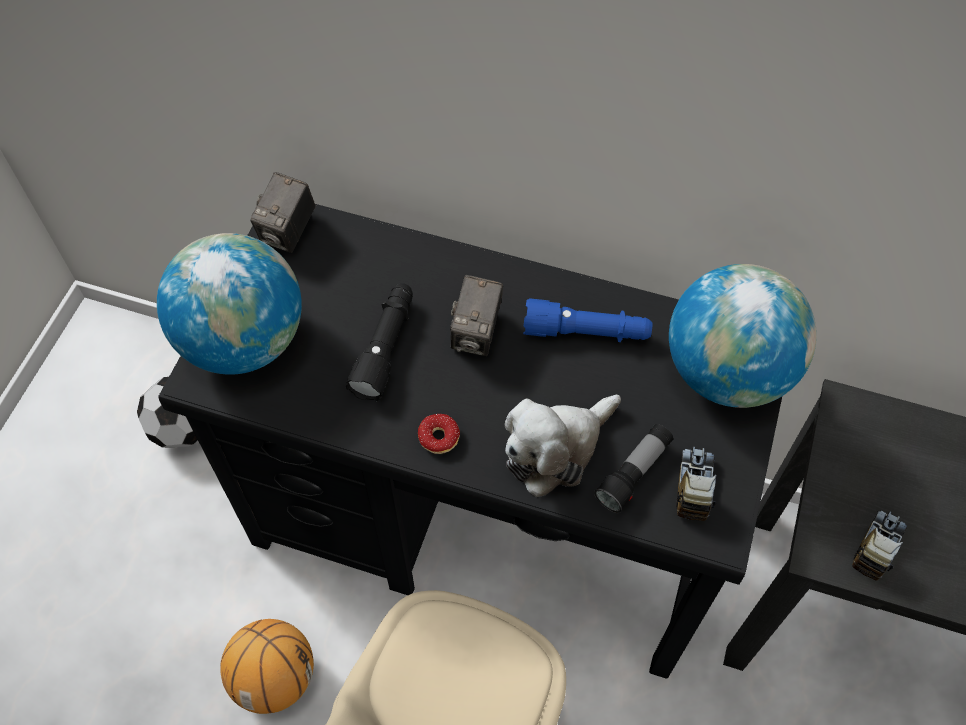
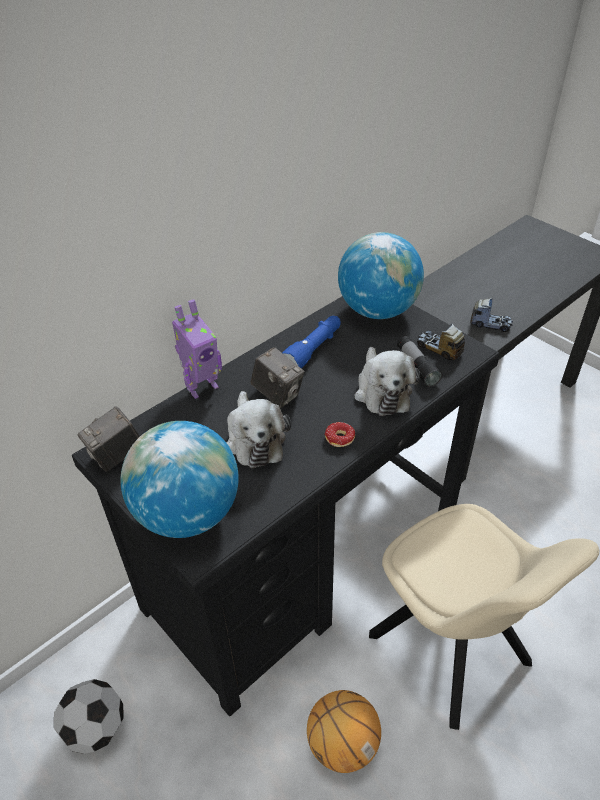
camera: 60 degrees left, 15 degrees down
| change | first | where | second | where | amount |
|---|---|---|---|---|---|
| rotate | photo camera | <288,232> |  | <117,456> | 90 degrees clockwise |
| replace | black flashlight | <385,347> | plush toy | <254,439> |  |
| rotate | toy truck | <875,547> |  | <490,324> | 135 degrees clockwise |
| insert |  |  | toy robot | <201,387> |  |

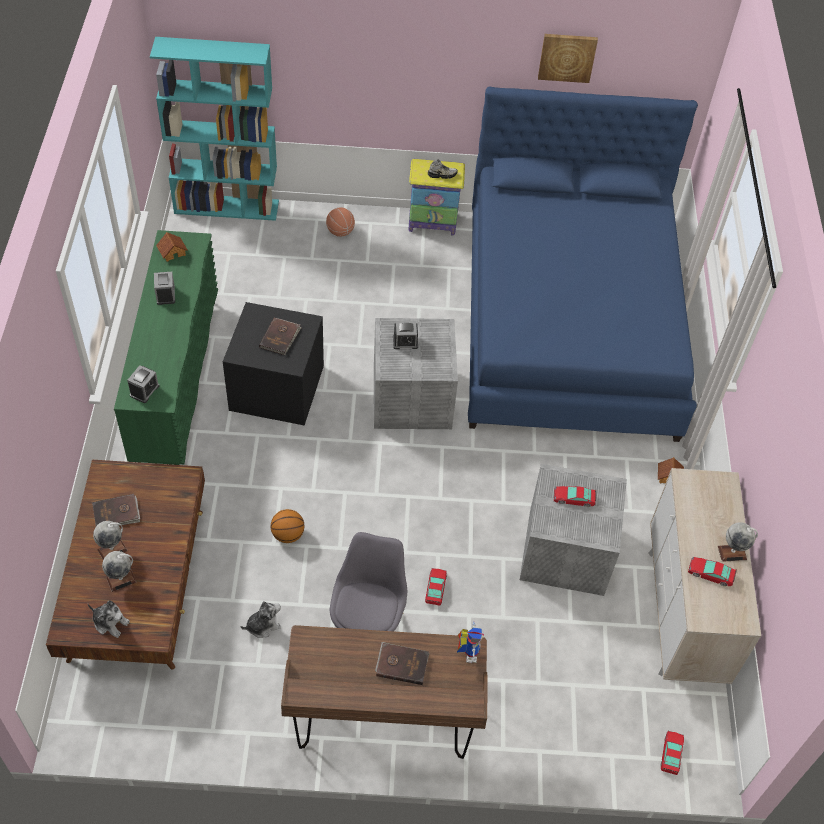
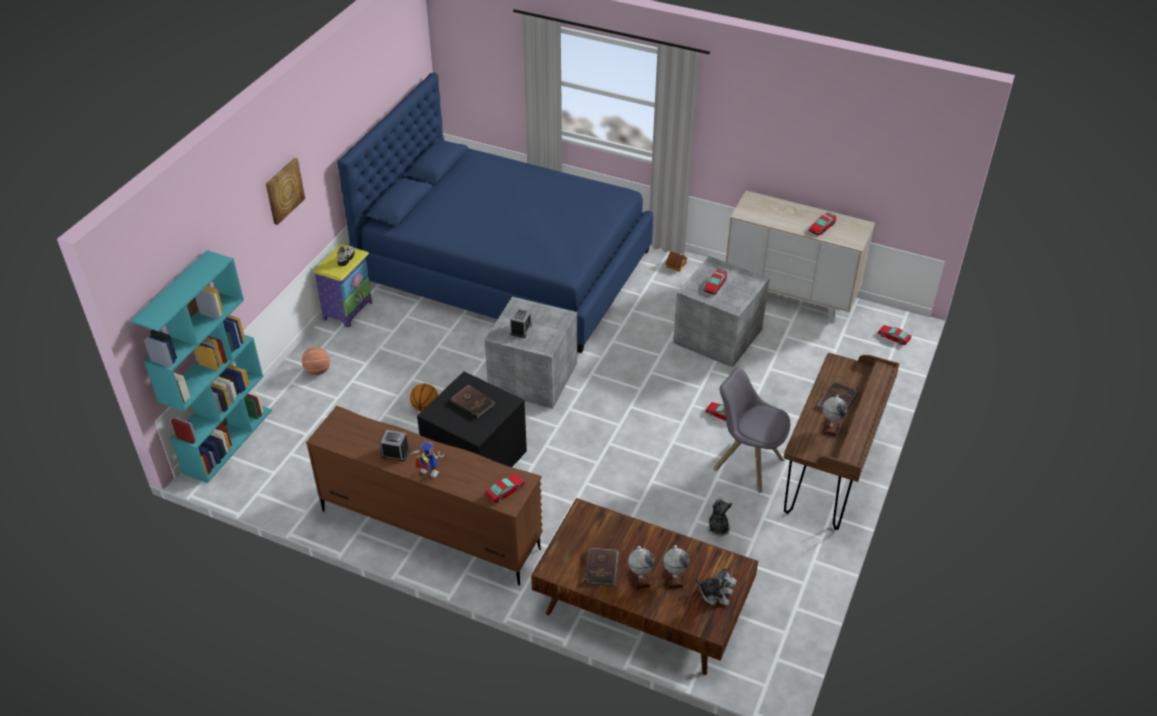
camera: 65 degrees left, 10 degrees down
| change | first | where | second | where | amount |
|---|---|---|---|---|---|
| move | picture | <567,57> |  | <284,190> |  |
| recolor | green dresser | <177,383> | brown dresser | <430,528> |  |
| delete | toy house | <172,252> |  |  |  |
| replace | alarm clock | <144,390> | toy car | <505,491> |  |
| move | basketball | <288,535> |  | <425,407> |  |
| move | globe | <732,552> |  | <831,427> |  |
| rotate | plush toy | <110,622> |  | <715,594> | 60 degrees clockwise |
| move | toy robot | <468,651> |  | <426,474> |  |

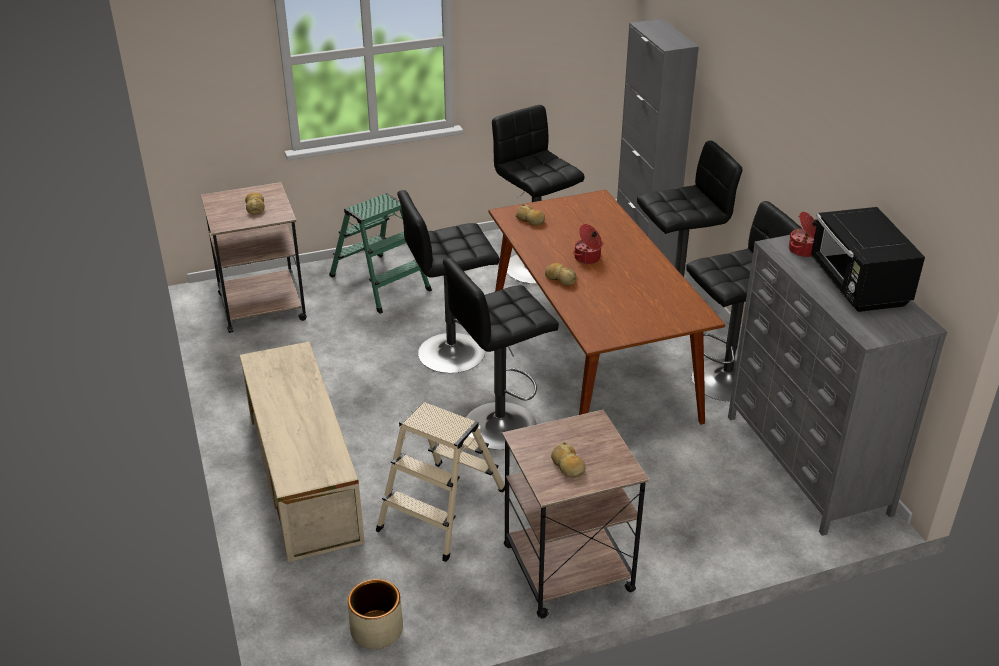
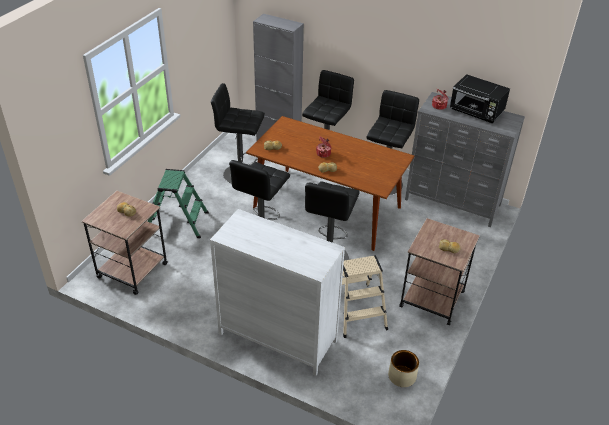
camera: 45 degrees left, 5 degrees up
| change | first | where | second | where | amount |
|---|---|---|---|---|---|
| replace | beige bench | <301,474> | white dresser | <277,337> |  |

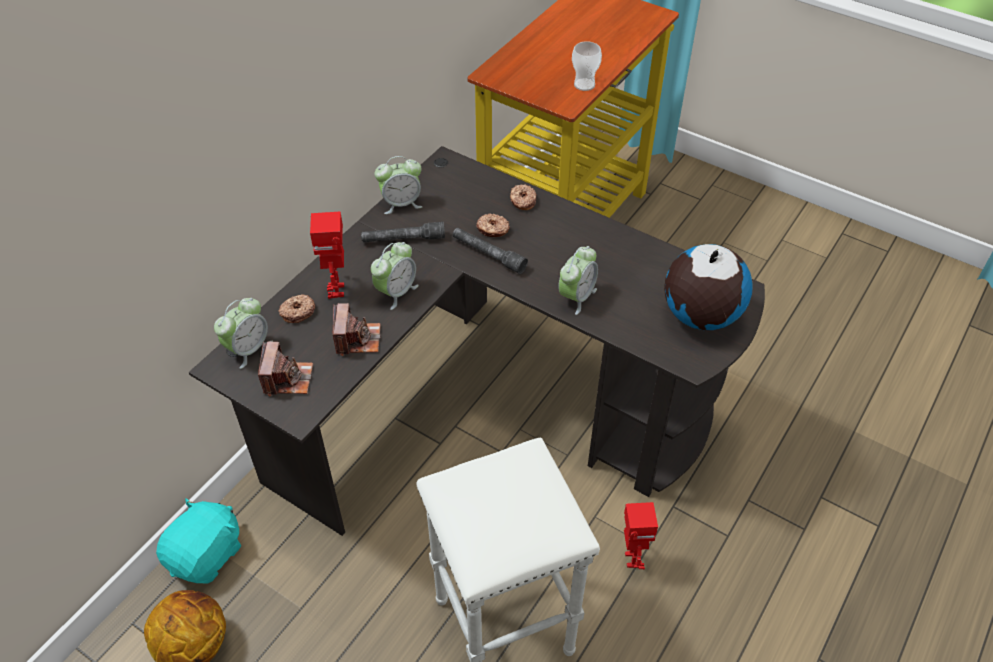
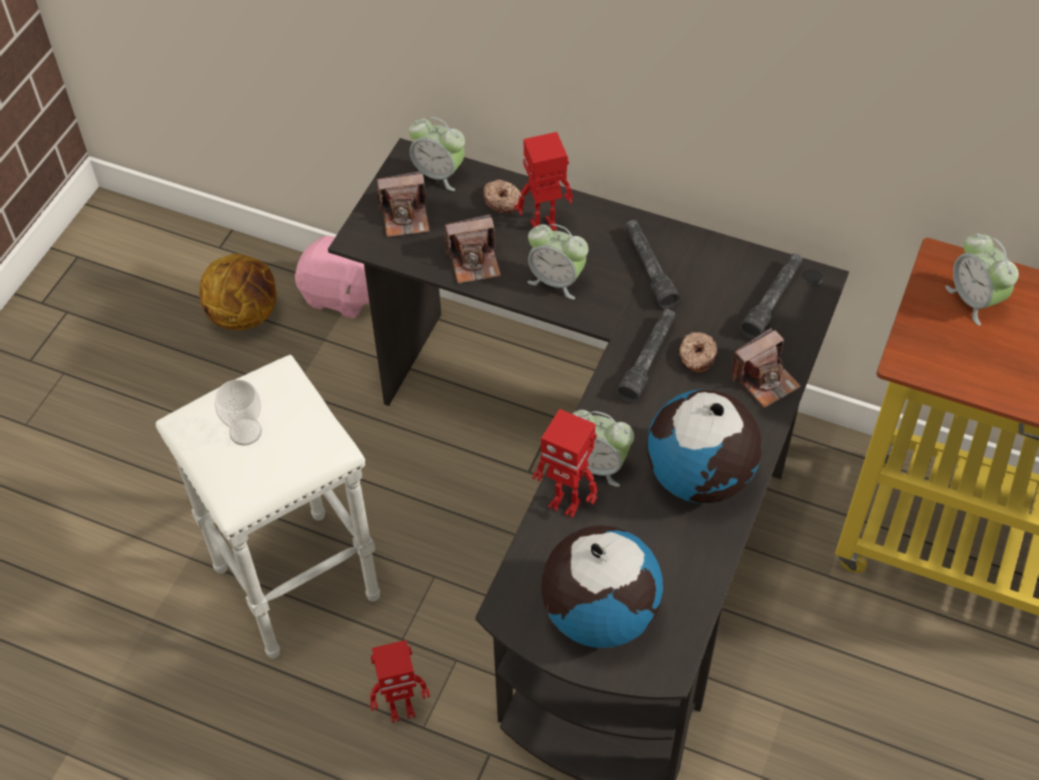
camera: 80 degrees right, 5 degrees up
| change | first | where | second | where | amount |
|---|---|---|---|---|---|
| move | cup | <584,85> |  | <245,432> |  |
| move | alarm clock | <401,203> |  | <974,300> |  |
| replace | donut | <522,201> | photo camera | <765,380> |  |
| recolor | turquoise plush toy | <207,555> | pink plush toy | <342,294> |  |
| insert |  |  | grey flashlight | <772,300> |  |
| insert |  |  | globe | <700,477> |  |
| insert |  |  | toy robot | <566,503> |  |

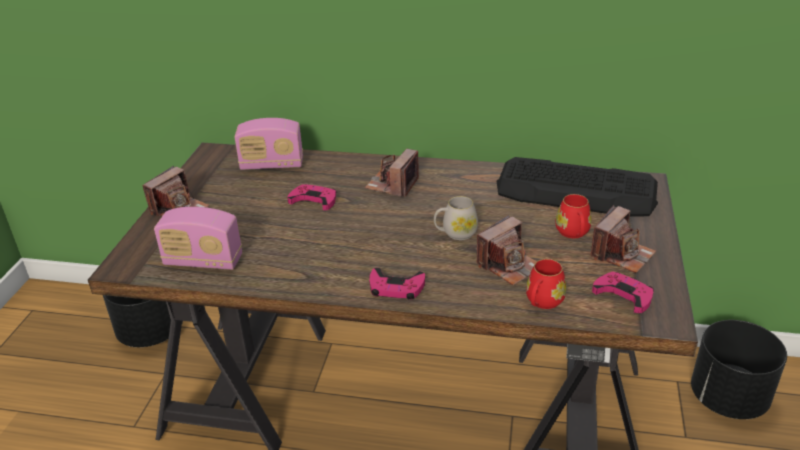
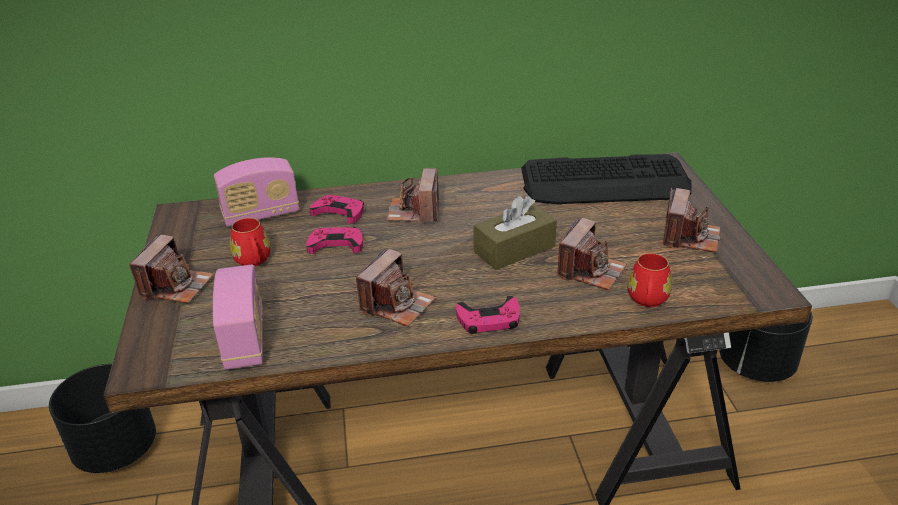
camera: 20 degrees left, 0 degrees up
| change | first | where | second | where | amount |
|---|---|---|---|---|---|
| move | red mug | <573,233> |  | <253,261> |  |
| replace | white mug | <455,233> | brown tissue box | <514,249> |  |
| rotate | radio | <203,261> |  | <245,340> | 90 degrees counterclockwise |
| move | pink game controller | <624,295> |  | <339,212> |  |
| insert |  |  | photo camera | <397,305> |  |

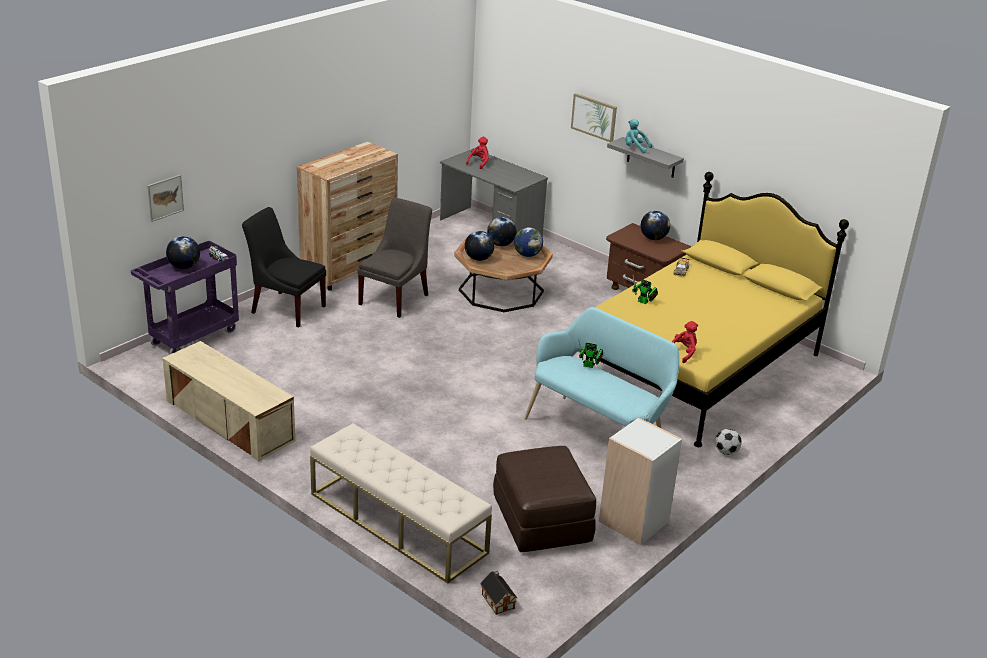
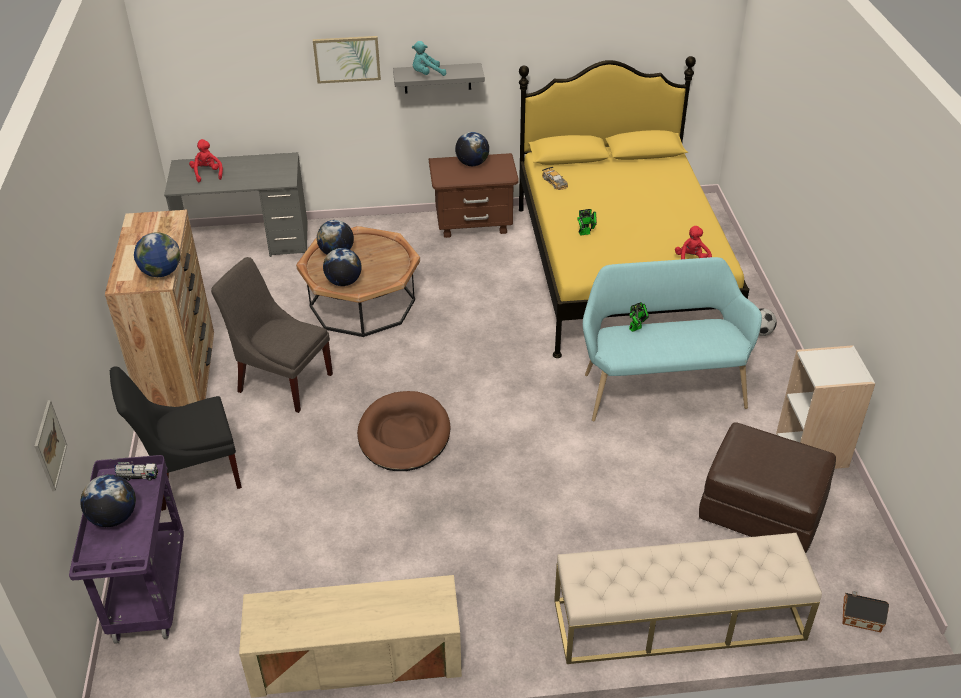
camera: 45 degrees left, 10 degrees up
| change | first | where | second | where | amount |
|---|---|---|---|---|---|
| rotate | grey chair | <396,298> |  | <282,380> | 45 degrees counterclockwise |
| move | globe | <527,255> |  | <161,273> |  |
| insert |  |  | brown dog bed | <404,435> |  |

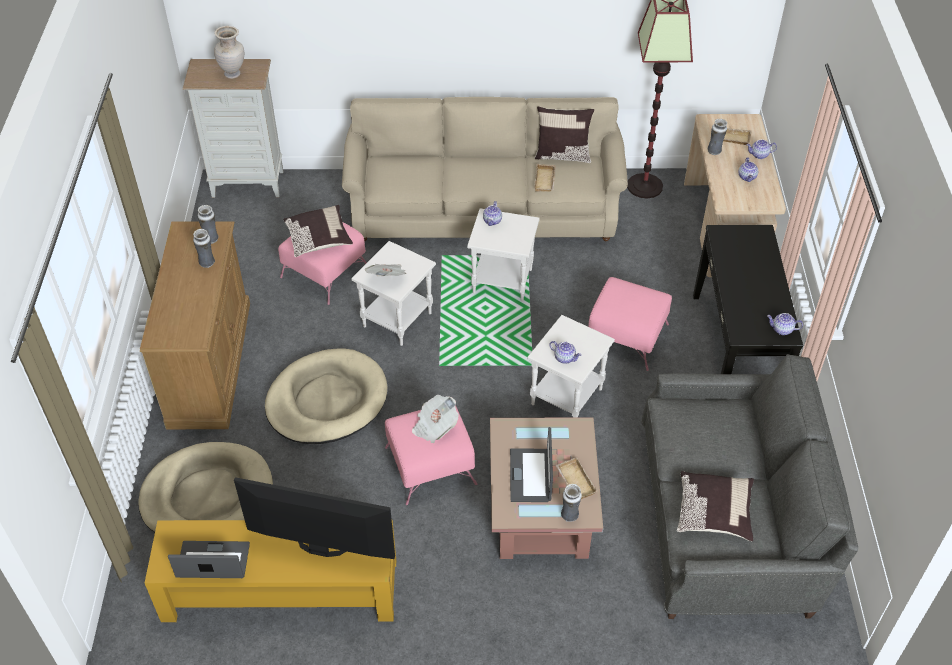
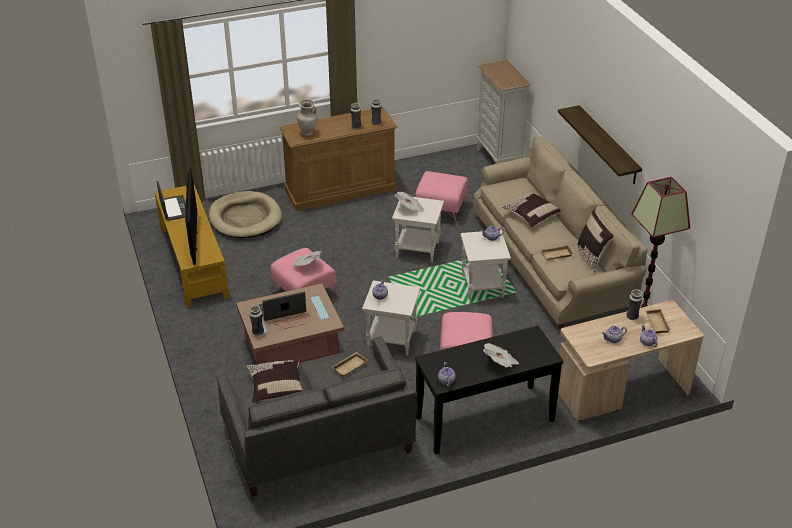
camera: 70 degrees right, 10 degrees down
| change | first | where | second | where | amount |
|---|---|---|---|---|---|
| move | beige vase | <233,74> |  | <307,133> |  |
| move | pillow | <318,239> |  | <531,215> |  |
| delete | beige dog bed | <327,400> |  |  |  |
| move | beige tray | <574,481> |  | <349,366> |  |
| insert |  |  | shelf | <608,145> |  |
| insert |  |  | newspaper | <500,363> |  |

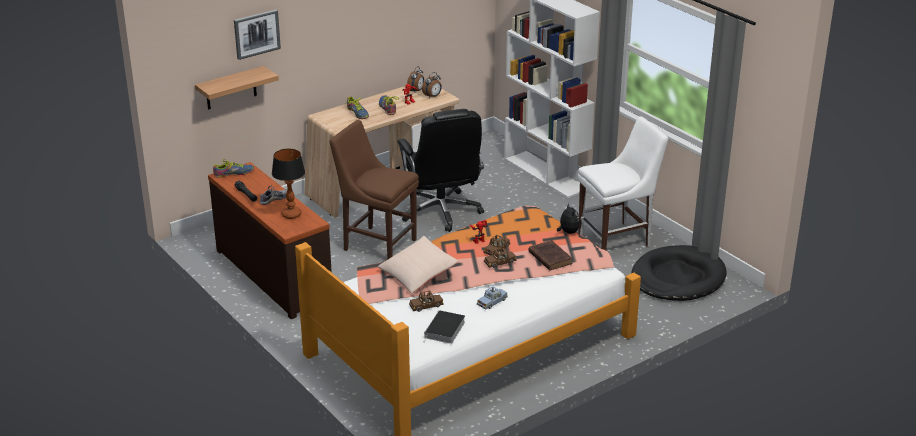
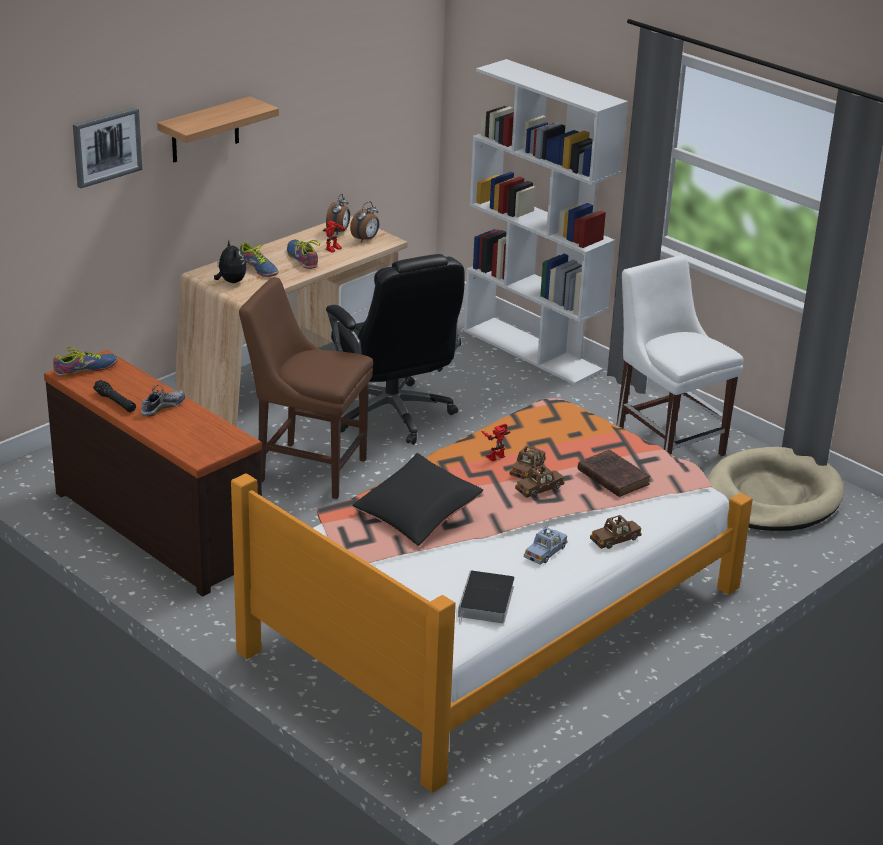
camera: 10 degrees left, 0 degrees up
| change | first | where | second | where | amount |
|---|---|---|---|---|---|
| move | shelf | <231,88> |  | <205,130> |  |
| rotate | white chair | <617,239> |  | <666,443> | 90 degrees counterclockwise |
| delete | table lamp | <291,214> |  |  |  |
| move | plush toy | <568,232> |  | <230,281> |  |
| recolor | beige pillow | <418,274> | black pillow | <417,514> |  |
| recolor | black dog bed | <677,278> | beige dog bed | <771,496> |  |
| move | brown toy car | <426,306> |  | <615,539> |  |

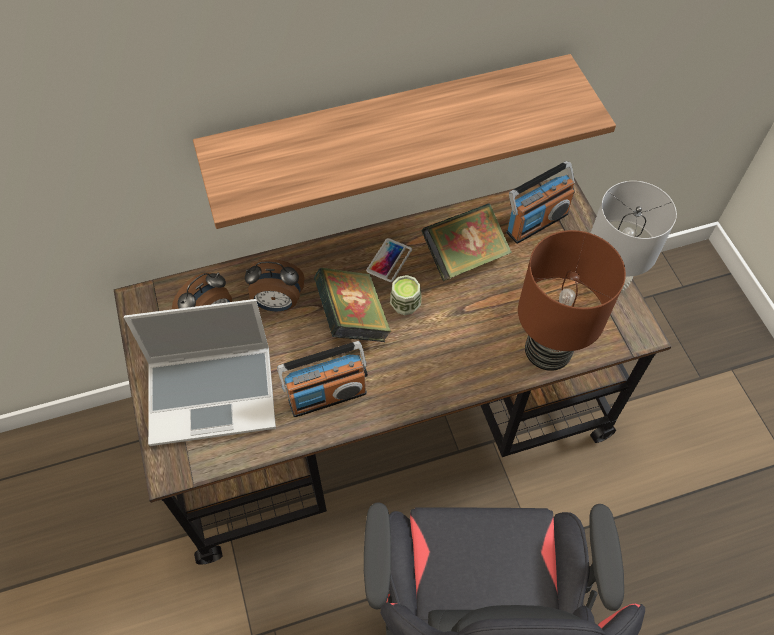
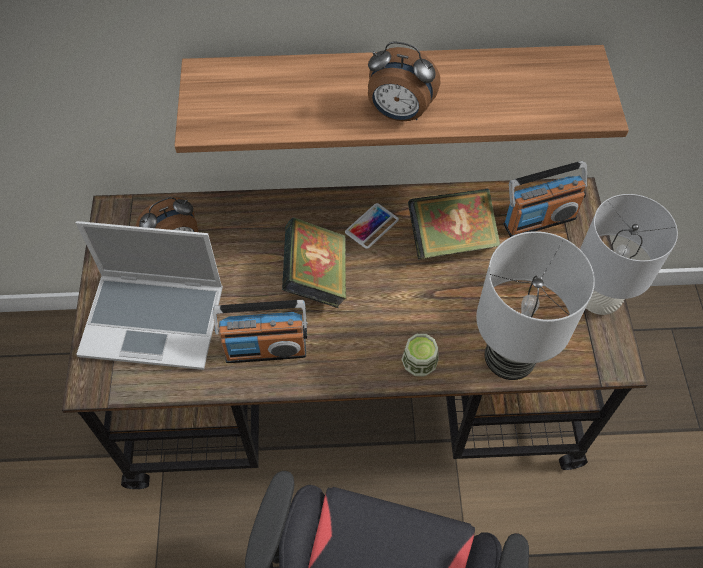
camera: 15 degrees right, 0 degrees up
| change | first | where | second | where | amount |
|---|---|---|---|---|---|
| recolor | brown table lamp | <547,350> | grey table lamp | <509,357> |  |
| move | alarm clock | <278,303> |  | <399,114> |  |
| move | cup | <405,304> |  | <419,364> |  |

